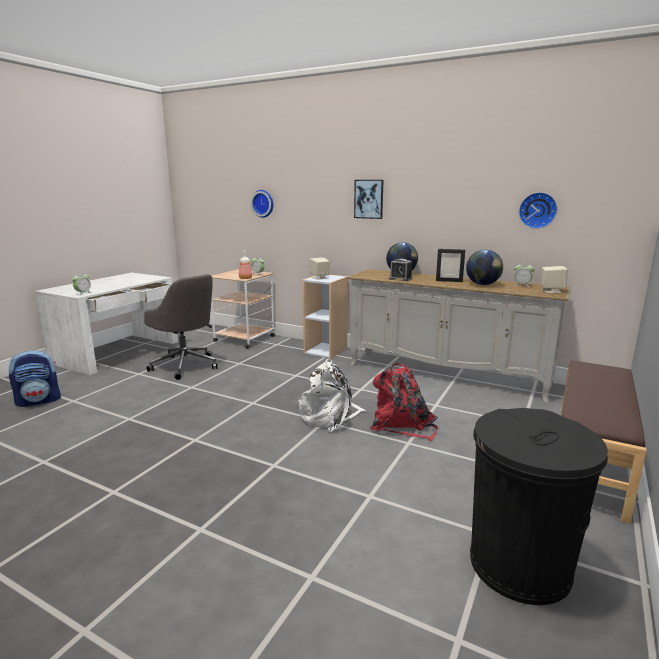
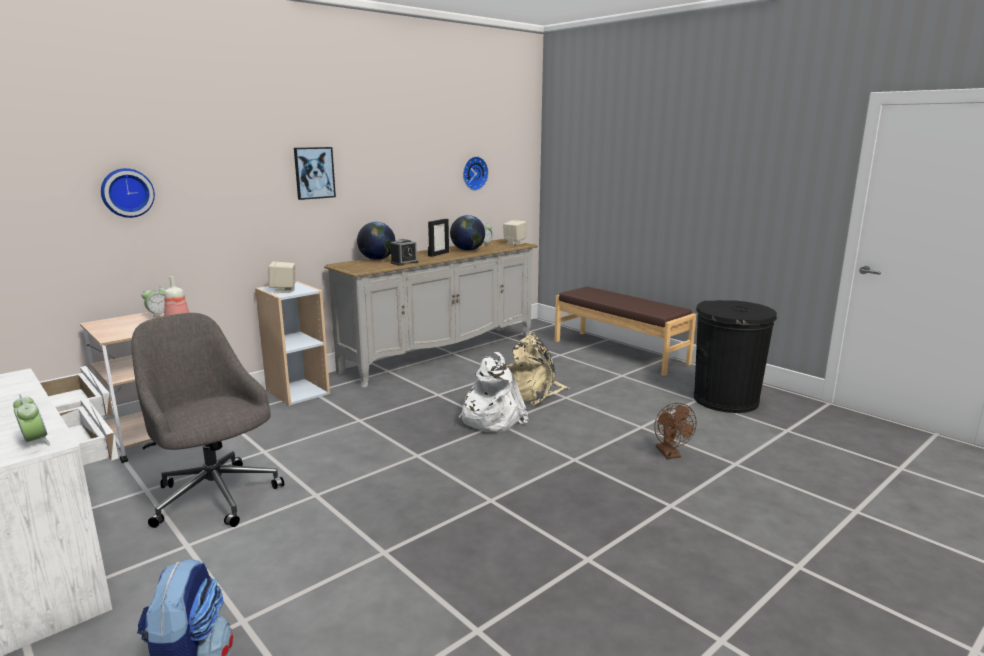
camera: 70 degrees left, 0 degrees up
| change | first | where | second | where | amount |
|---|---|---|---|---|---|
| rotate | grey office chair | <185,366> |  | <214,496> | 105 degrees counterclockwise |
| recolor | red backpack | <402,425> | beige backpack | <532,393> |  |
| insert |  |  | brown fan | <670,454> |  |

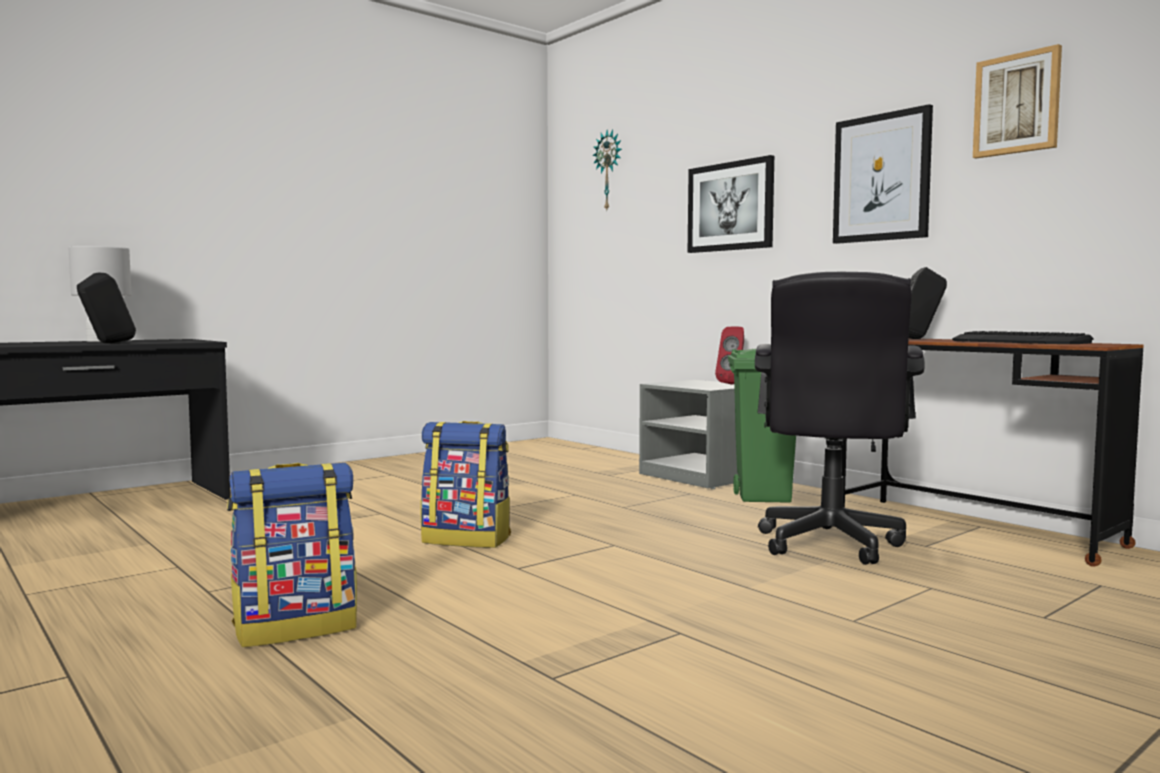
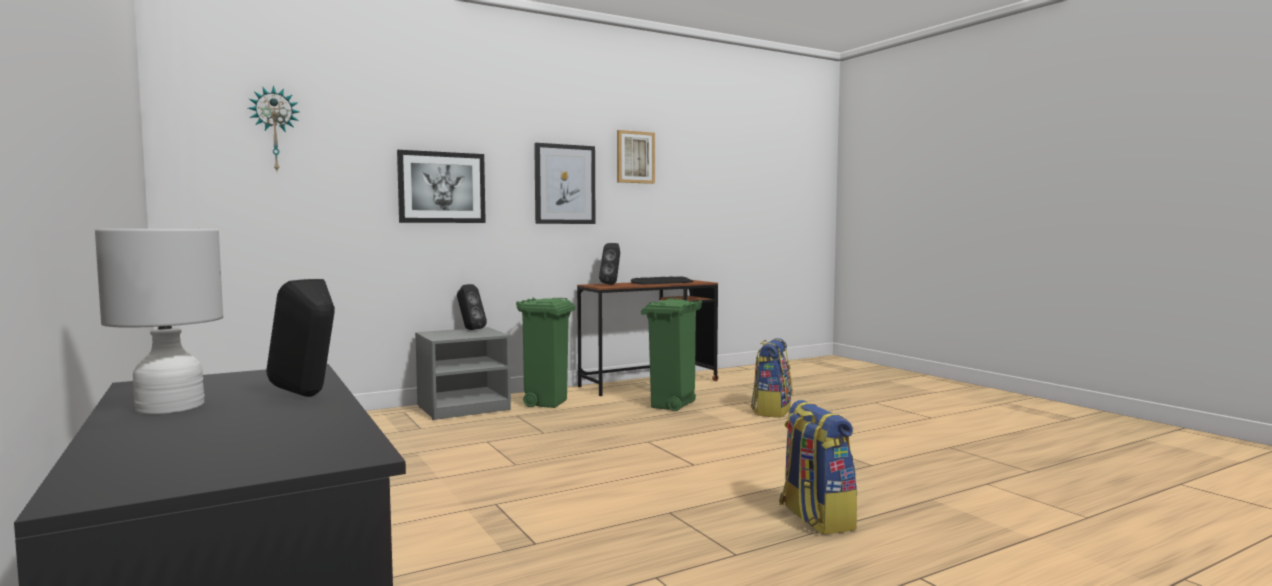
camera: 80 degrees left, 0 degrees up
| change | first | where | second | where | amount |
|---|---|---|---|---|---|
| replace | black office chair | <830,547> | green trash can | <672,406> |  |
| recolor | red speaker | <732,384> | black speaker | <470,329> |  |
| move | backpack | <467,539> |  | <771,411> |  |

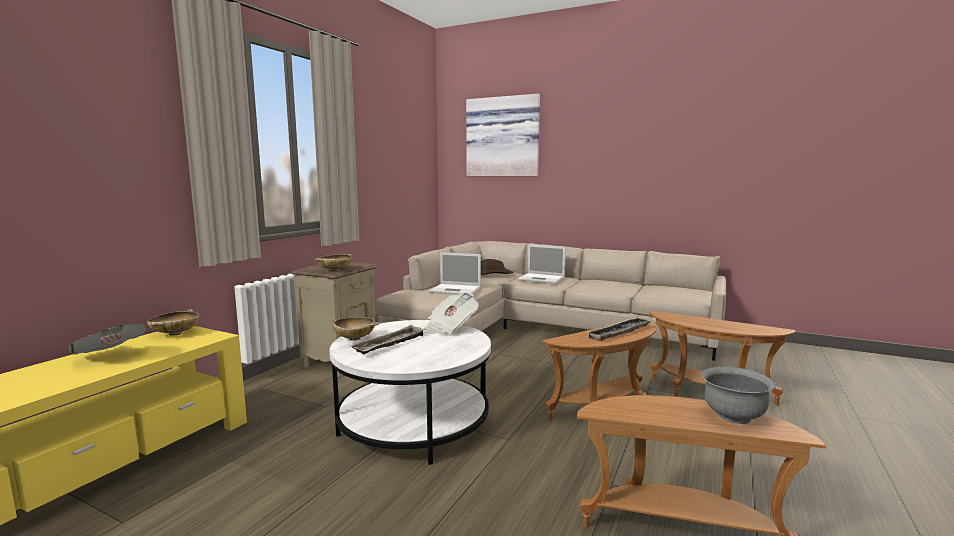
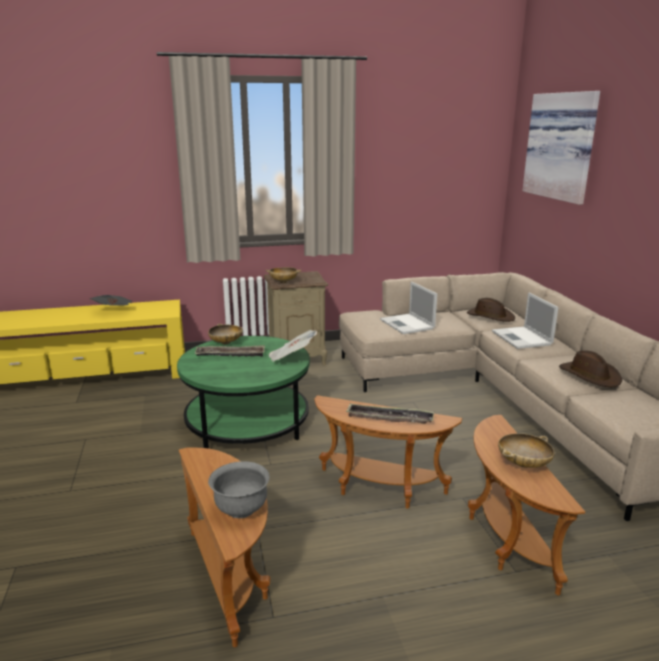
camera: 50 degrees right, 10 degrees up
| change | first | where | second | where | amount |
|---|---|---|---|---|---|
| move | beige bowl | <175,334> |  | <523,463> |  |
| recolor | white coffee table | <414,423> | green coffee table | <247,422> |  |
| insert |  |  | brown hat | <589,375> |  |

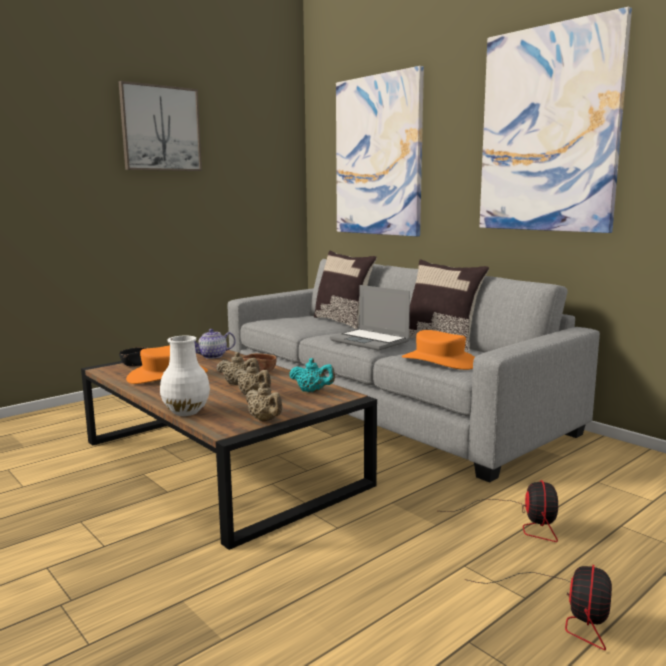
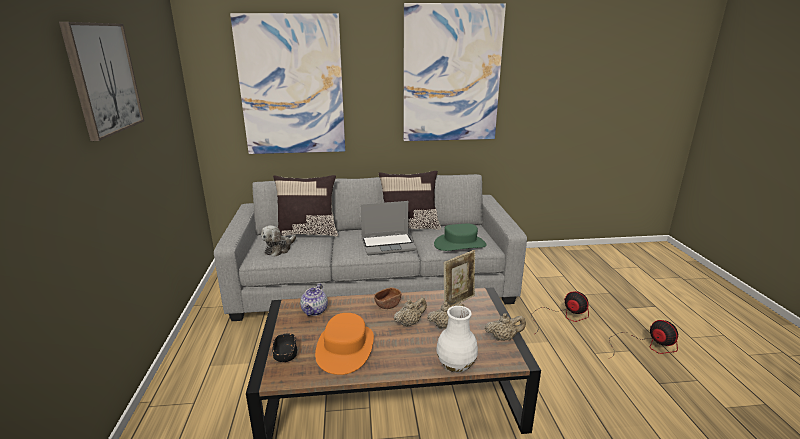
camera: 55 degrees left, 10 degrees up
| change | first | where | second | where | amount |
|---|---|---|---|---|---|
| recolor | orange hat | <439,361> | green hat | <460,244> |  |
| replace | turquoise teapot | <312,391> | picture frame | <458,301> |  |
| insert |  |  | plush toy | <279,249> |  |

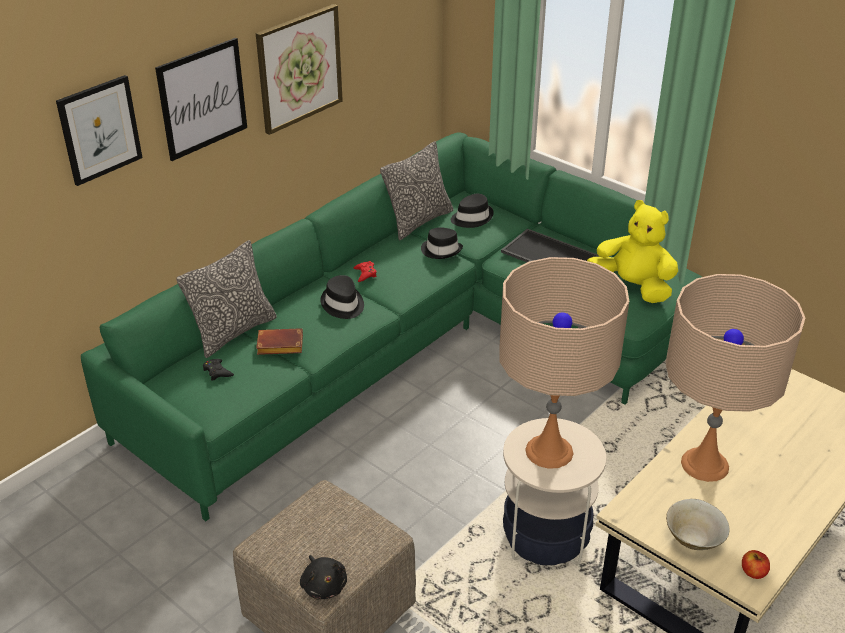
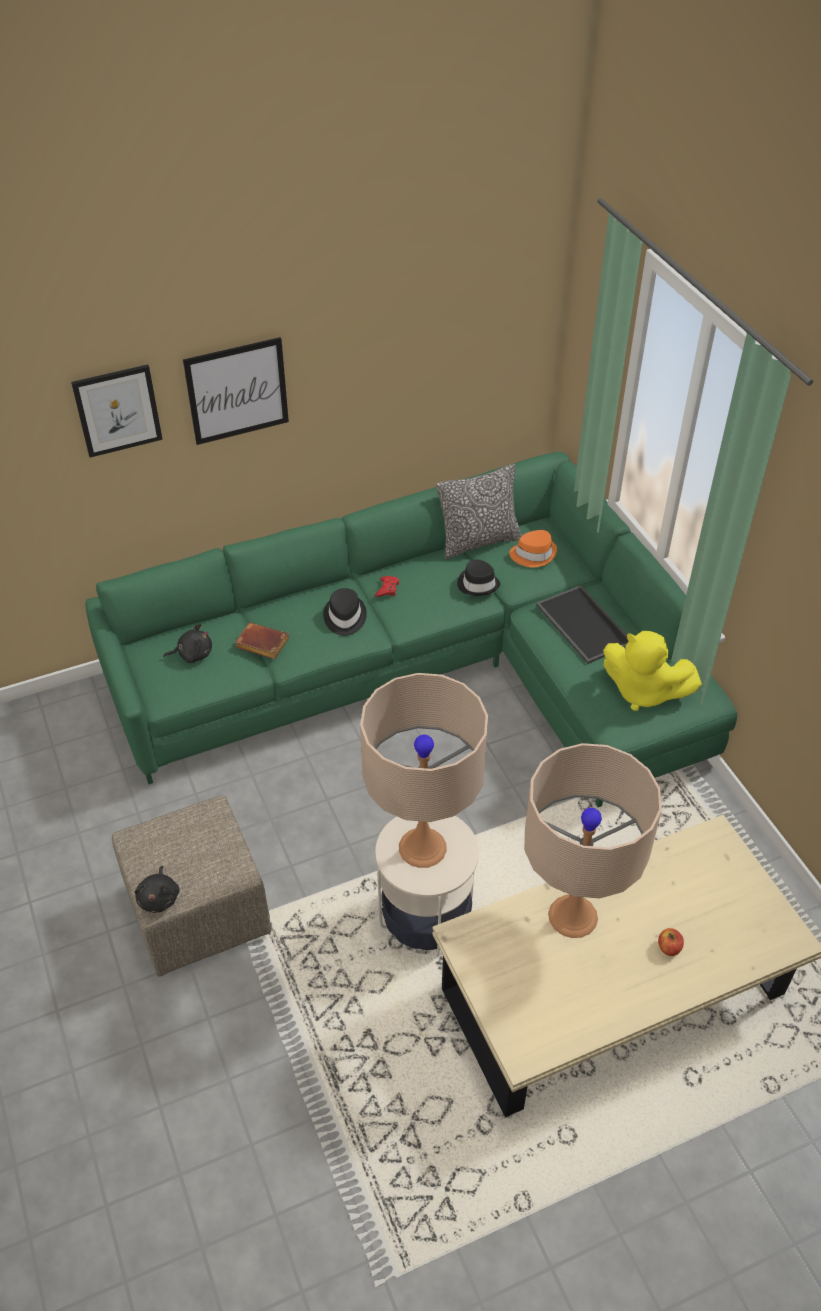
camera: 25 degrees right, 10 degrees up
| change | first | where | second | where | amount |
|---|---|---|---|---|---|
| delete | picture | <299,68> |  |  |  |
| recolor | black hat | <471,218> | orange hat | <533,554> |  |
| rotate | yellow plush toy | <632,287> |  | <642,691> | 150 degrees clockwise |
| delete | pillow | <233,332> |  |  |  |
| replace | black game controller | <217,372> | black plush toy | <193,654> |  |
| delete | beige bowl | <694,539> |  |  |  |
| move | apple | <753,572> |  | <669,948> |  |

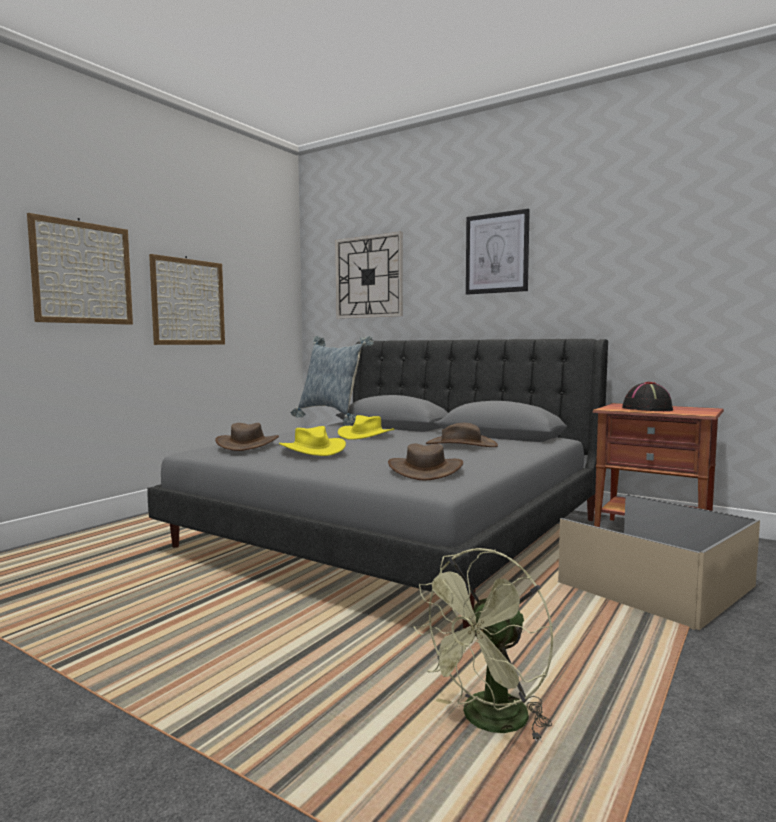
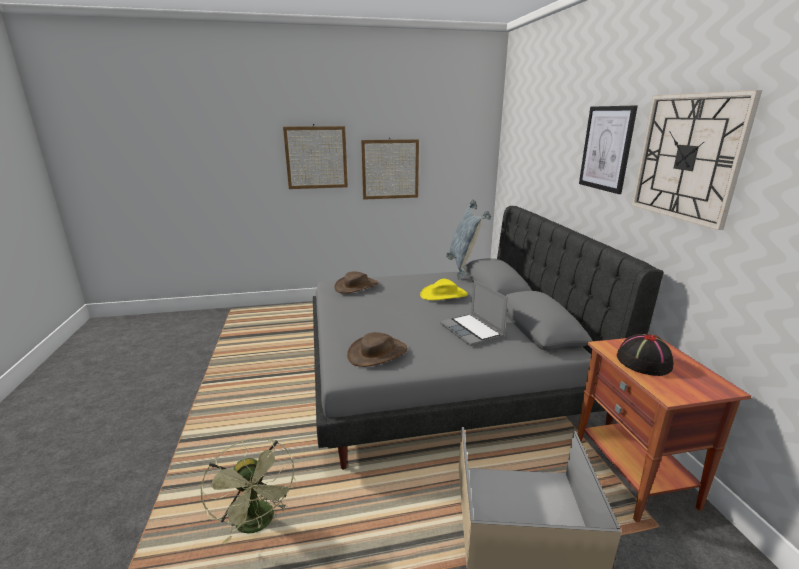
camera: 45 degrees right, 15 degrees up
| change | first | where | second | where | amount |
|---|---|---|---|---|---|
| move | wall clock | <369,277> |  | <687,157> |  |
| replace | brown hat | <461,445> | laptop | <472,331> |  |
| delete | yellow hat | <312,449> |  |  |  |
| rotate | green fan | <488,722> |  | <258,524> | 120 degrees counterclockwise |

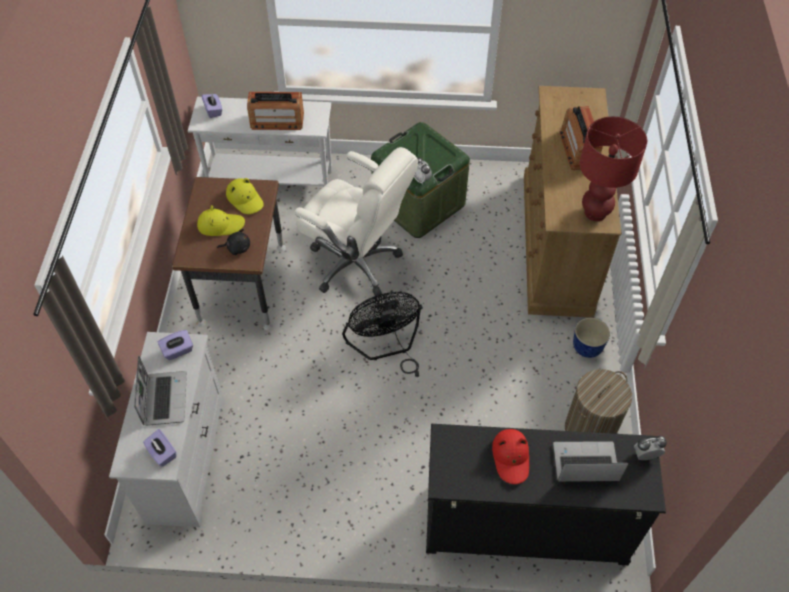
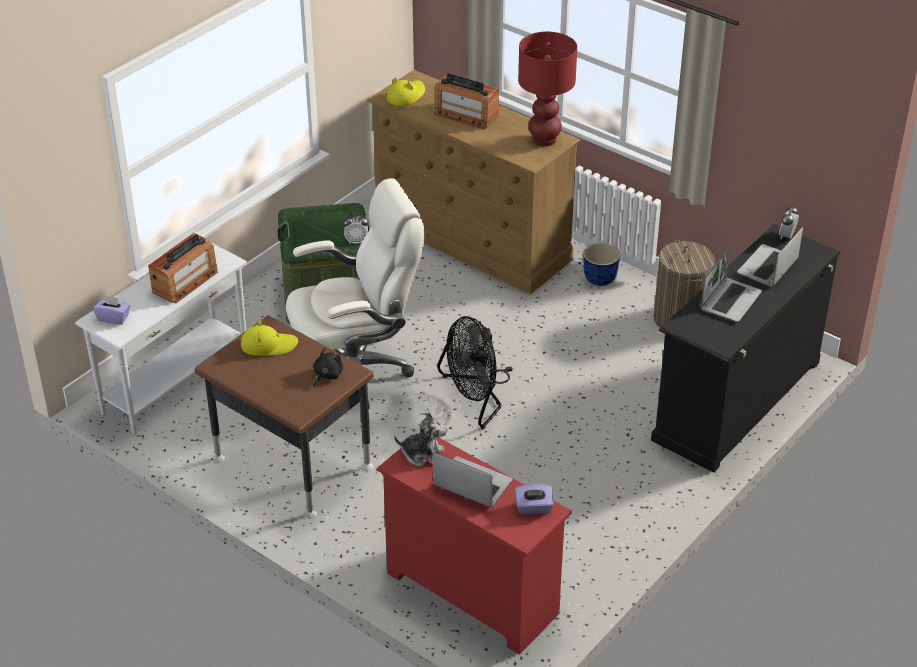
camera: 55 degrees left, 15 degrees down
| change | first | where | second | where | amount |
|---|---|---|---|---|---|
| move | yellow hat | <220,225> |  | <406,95> |  |
| rotate | black fan | <389,346> |  | <477,395> | 45 degrees counterclockwise |
| replace | purple tissue box | <178,350> | plush toy | <423,454> |  |
| recolor | white dresser | <187,459> | red dresser | <471,592> |  |
| replace | red hat | <511,457> | laptop | <730,300> |  |

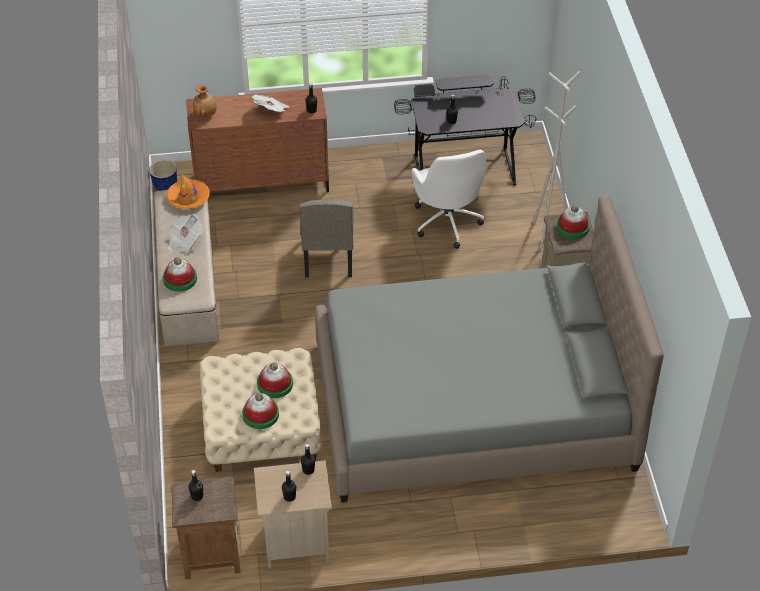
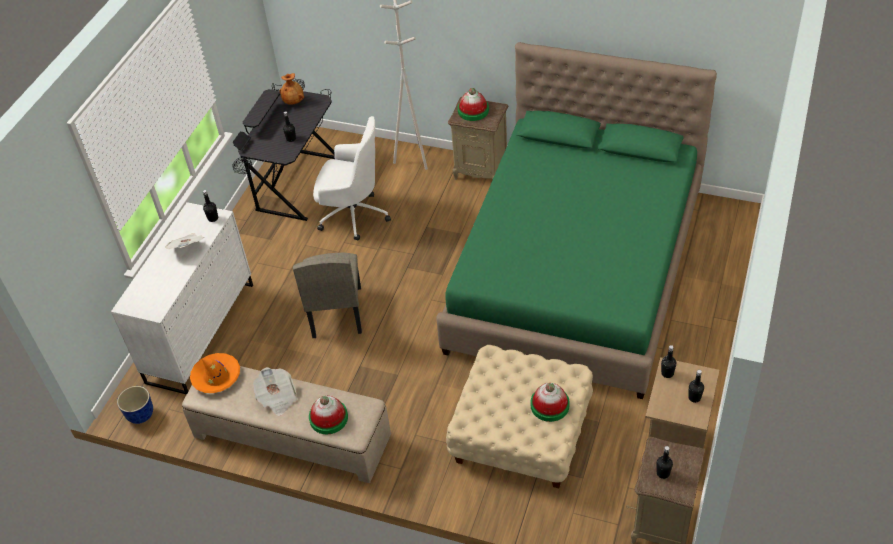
camera: 60 degrees left, 0 degrees up
| change | first | where | second | where | amount |
|---|---|---|---|---|---|
| move | brown vase | <206,114> |  | <294,101> |  |
| recolor | brown dresser | <262,182> | white dresser | <200,332> |  |
| recolor | grey bed | <473,405> | green bed | <577,270> |  |
| rotate | beige chair | <328,256> |  | <336,312> | 60 degrees clockwise |
| delete | hat | <275,384> |  |  |  |

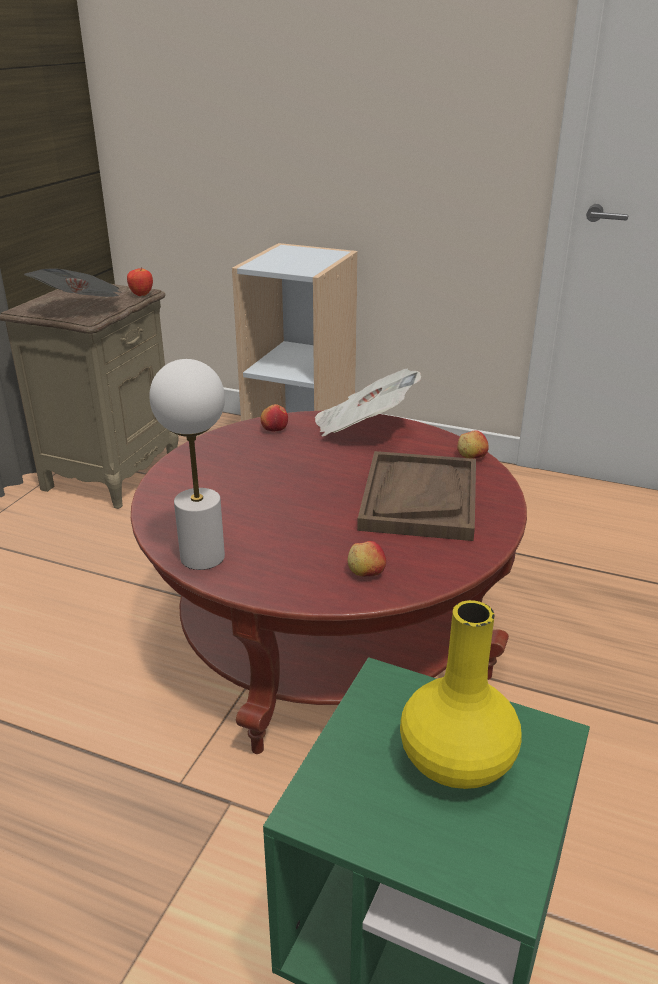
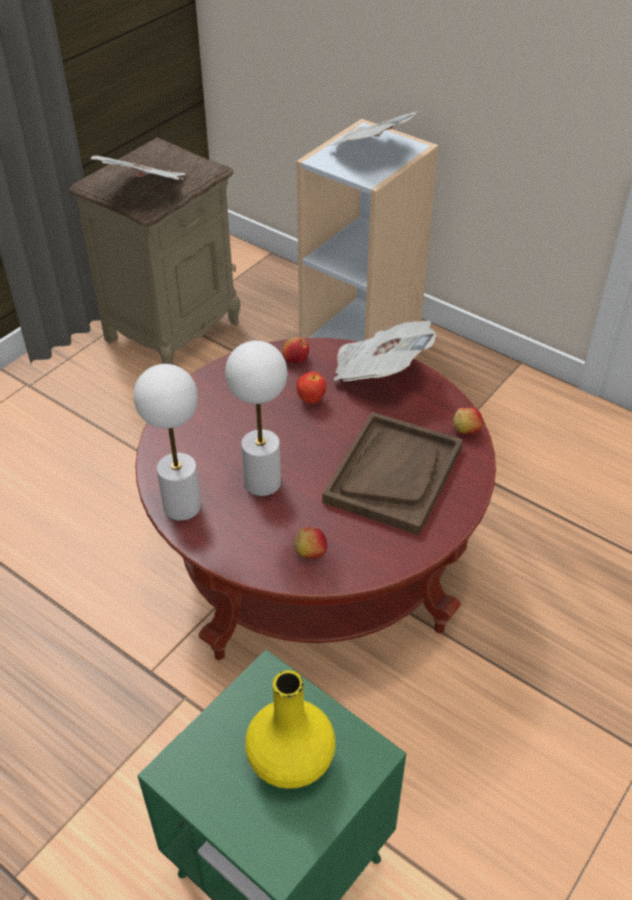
camera: 15 degrees right, 15 degrees up
| change | first | where | second | where | amount |
|---|---|---|---|---|---|
| move | apple | <141,295> |  | <311,400> |  |
| insert |  |  | newspaper | <372,151> |  |
| insert |  |  | white table lamp | <262,483> |  |

